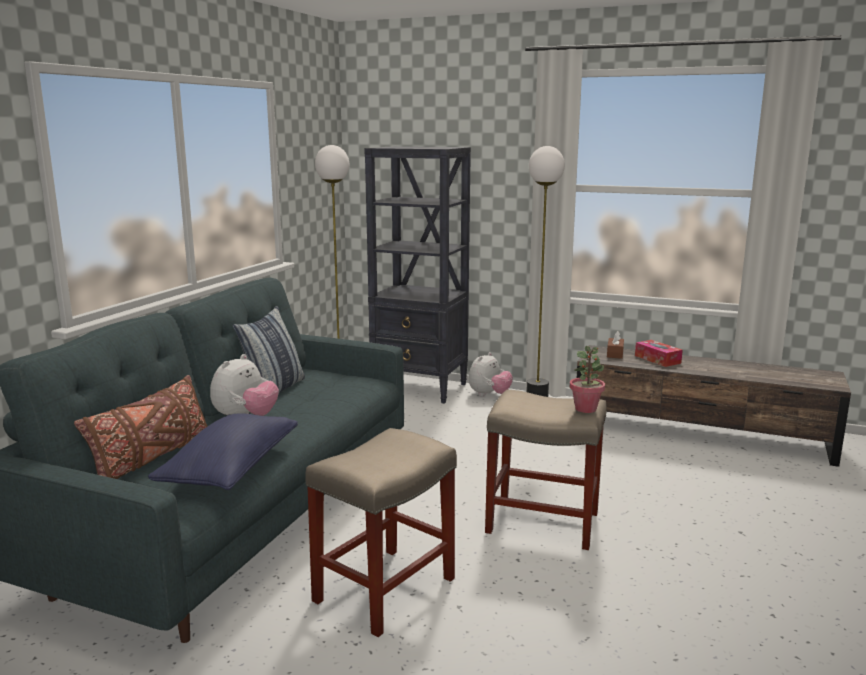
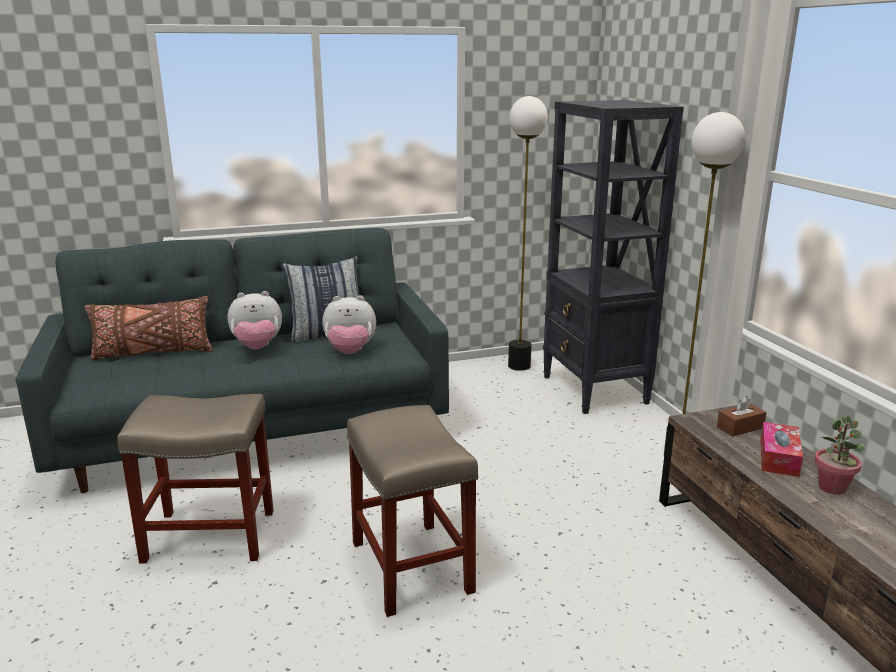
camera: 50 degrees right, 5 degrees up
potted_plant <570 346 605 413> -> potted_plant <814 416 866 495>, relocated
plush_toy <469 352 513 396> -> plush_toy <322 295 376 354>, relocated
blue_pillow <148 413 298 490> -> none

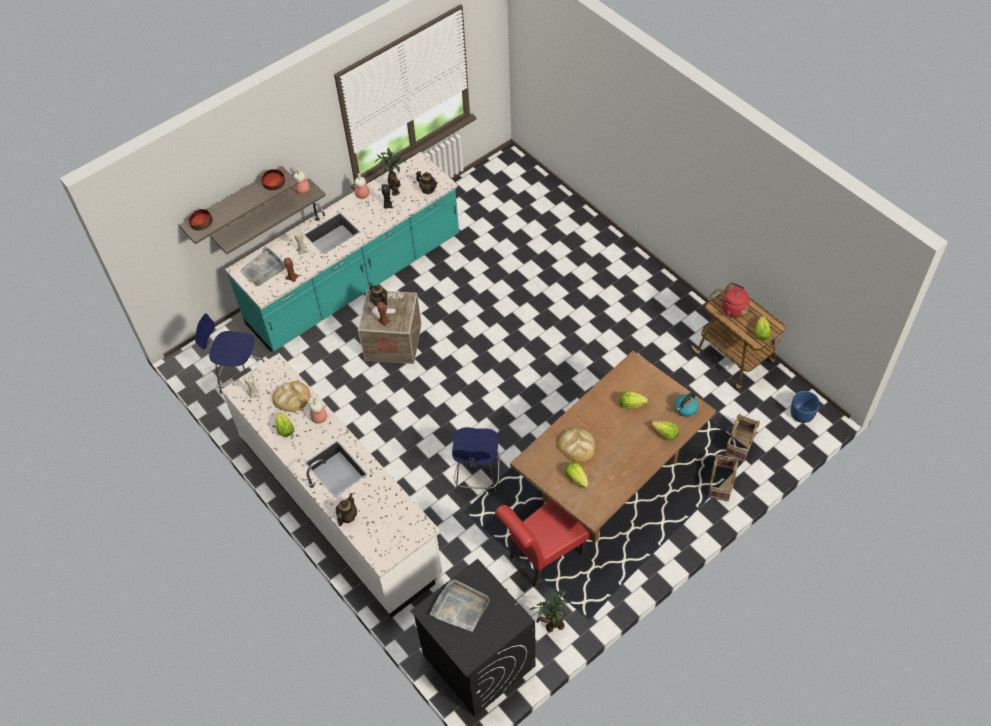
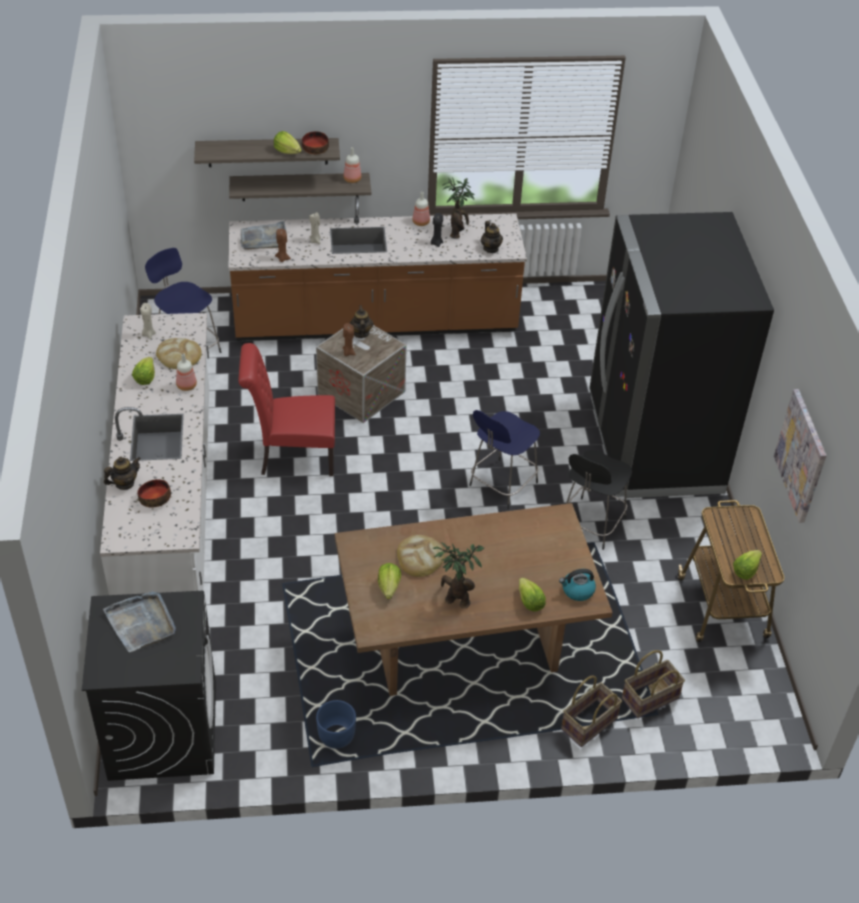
camera: 30 degrees right, 10 degrees down
turquoise_counter <225 152 459 352> -> brown_counter <229 196 527 341>
bowl <189 209 213 231> -> bowl <137 479 171 508>, relocated
red_kettle <719 283 750 318> -> none
lettuce <620 391 648 409> -> lettuce <274 131 302 154>, relocated
blue_planter <790 391 820 423> -> blue_planter <316 700 356 749>, relocated
blue_stool <452 427 500 495> -> blue_stool <469 410 540 510>, relocated
red_chair <495 500 589 588> -> red_chair <238 343 335 476>, relocated
potted_plant <529 589 569 633> -> potted_plant <432 542 484 609>, relocated
none -> black_fridge <589 212 774 498>
none -> picture <774 389 826 523>
none -> black_stool <566 450 632 550>

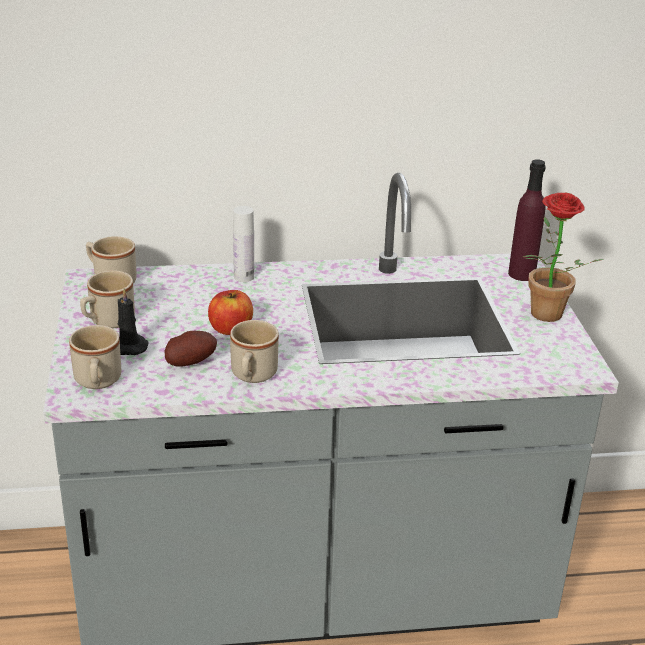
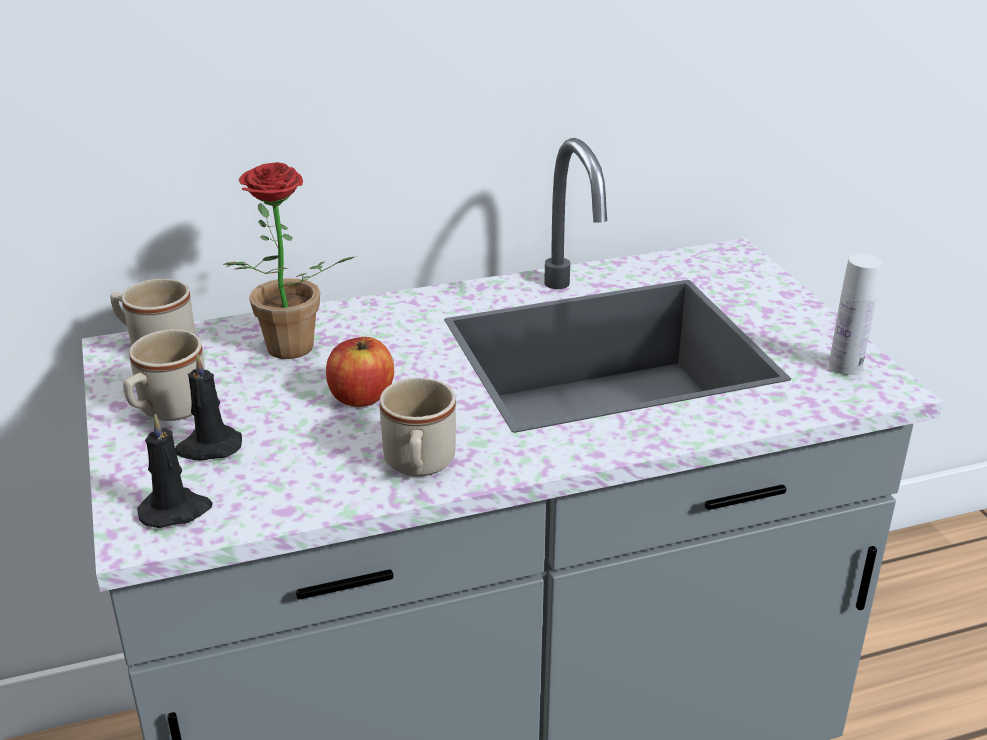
camera: 10 degrees left, 0 degrees up
purple_bottle <508 159 546 281> -> none
potted_plant <523 193 604 322> -> potted_plant <224 162 357 359>, relocated
white_bottle <233 206 254 282> -> white_bottle <829 254 882 375>, relocated
beige_mug <69 325 121 389> -> black_candle <137 414 213 528>
potato <165 331 217 367> -> none

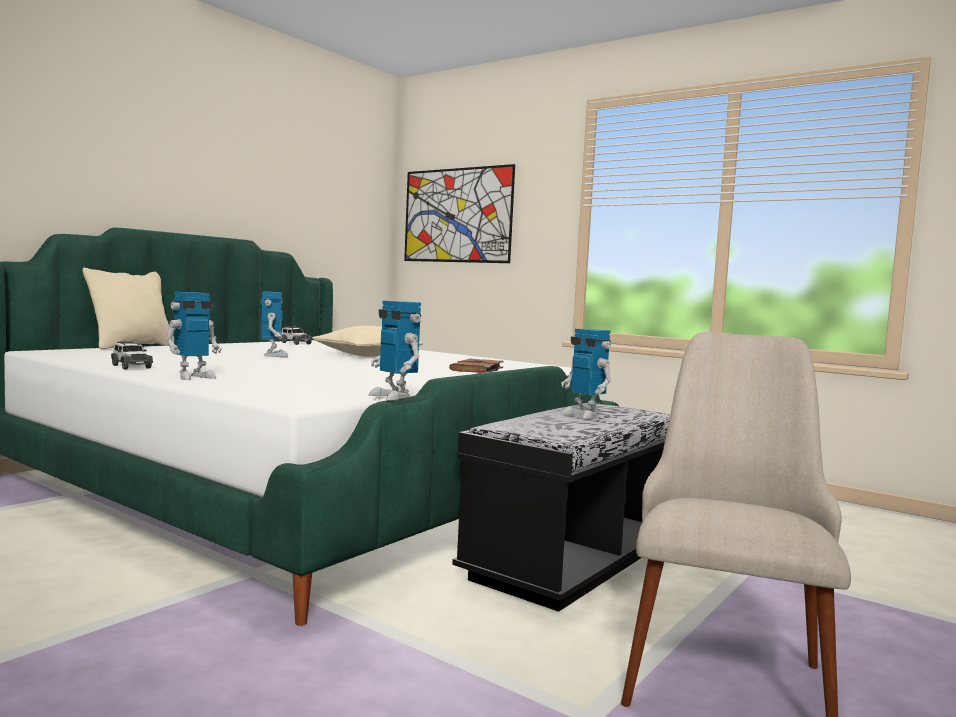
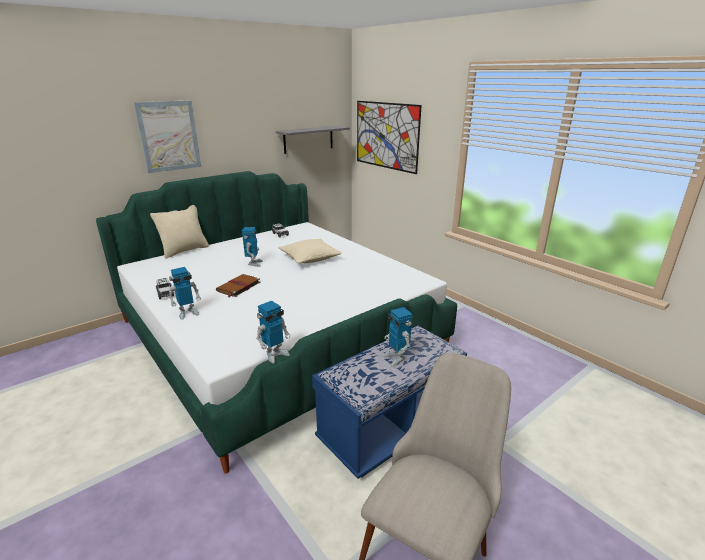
camera: 15 degrees right, 20 degrees up
toy_robot <368 301 421 400> -> toy_robot <256 301 291 364>, 105 degrees counterclockwise
brown_book <449 359 503 374> -> brown_book <216 274 260 297>, relocated
black_bench <452 403 670 612> -> blue_bench <312 325 467 479>
none -> picture <134 100 201 173>
none -> grey_shelf <275 126 350 154>

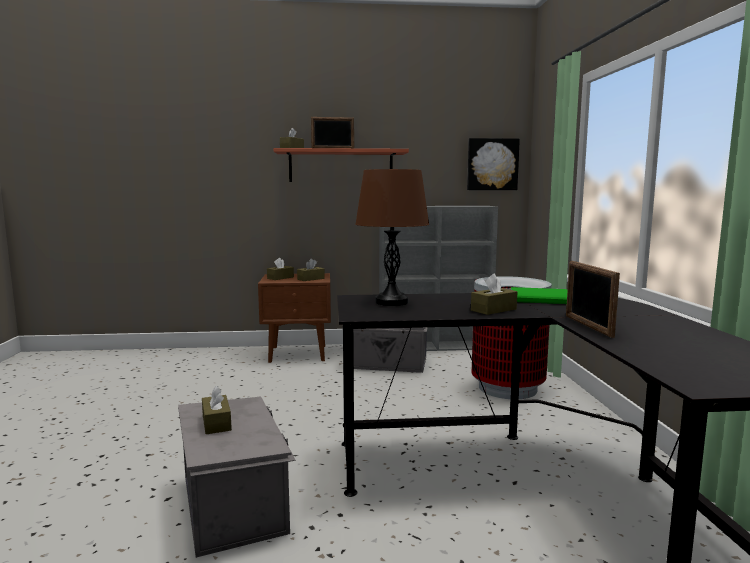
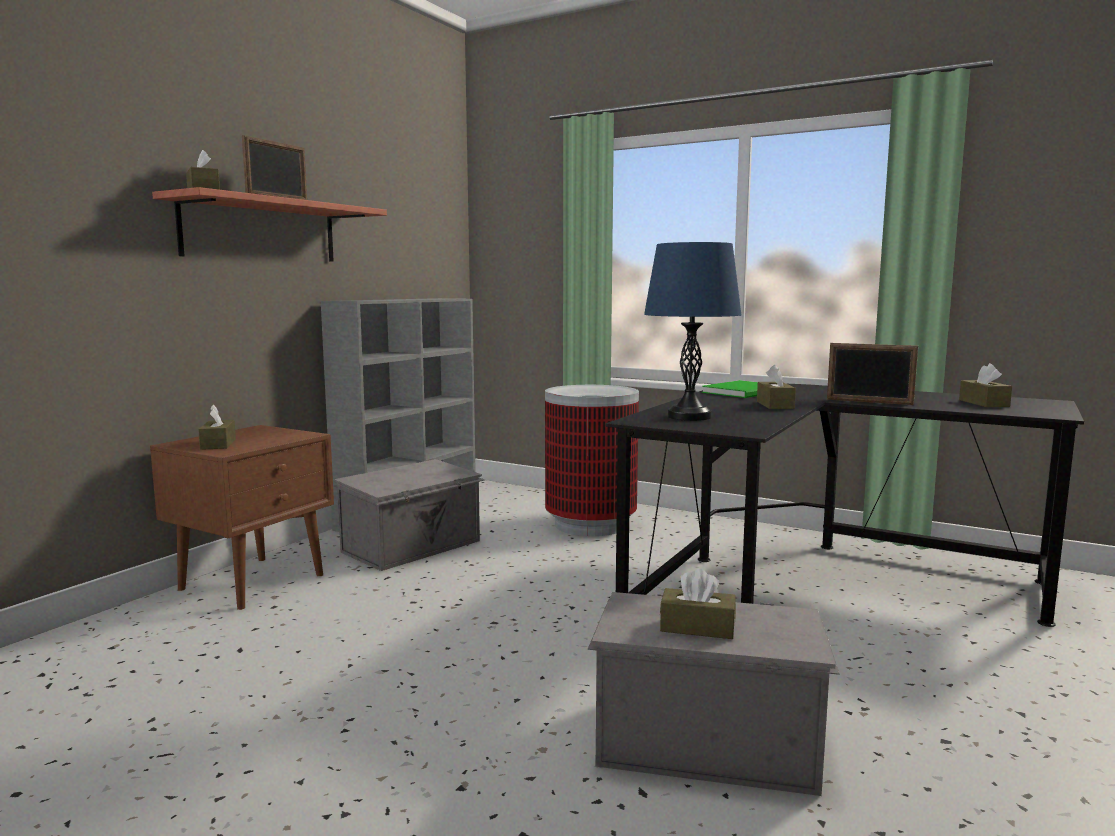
camera: 55 degrees left, 0 degrees up
picture <467 138 520 190> -> none
brown_table_lamp <355 169 429 306> -> blue_table_lamp <644 242 742 421>
brown_tissue_box <297 259 325 281> -> brown_tissue_box <959 363 1012 407>, relocated

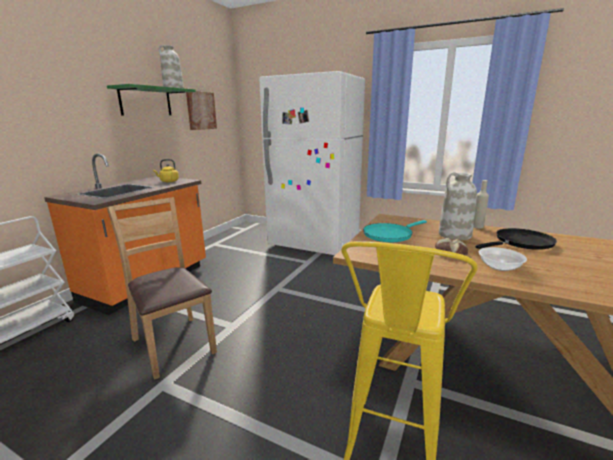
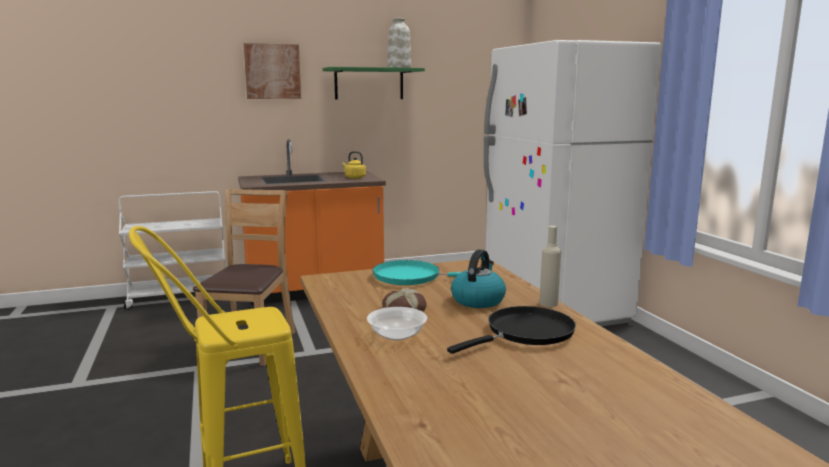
camera: 45 degrees right, 5 degrees down
picture <186 91 217 130> -> picture <244 43 301 99>, relocated
white_vase <439 172 477 240> -> kettle <451 249 506 308>
black_frying_pan <476 228 557 250> -> black_frying_pan <447 306 576 354>, 60 degrees counterclockwise

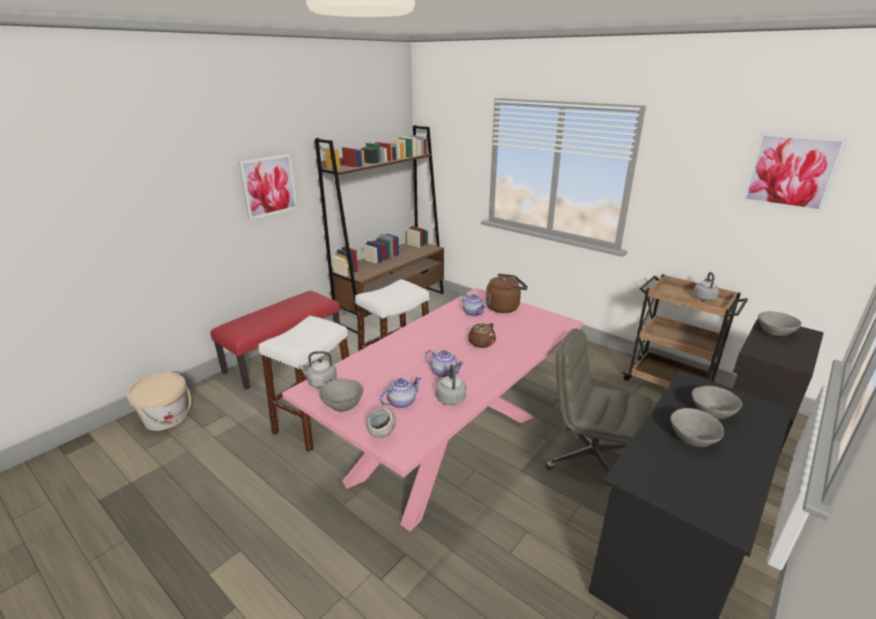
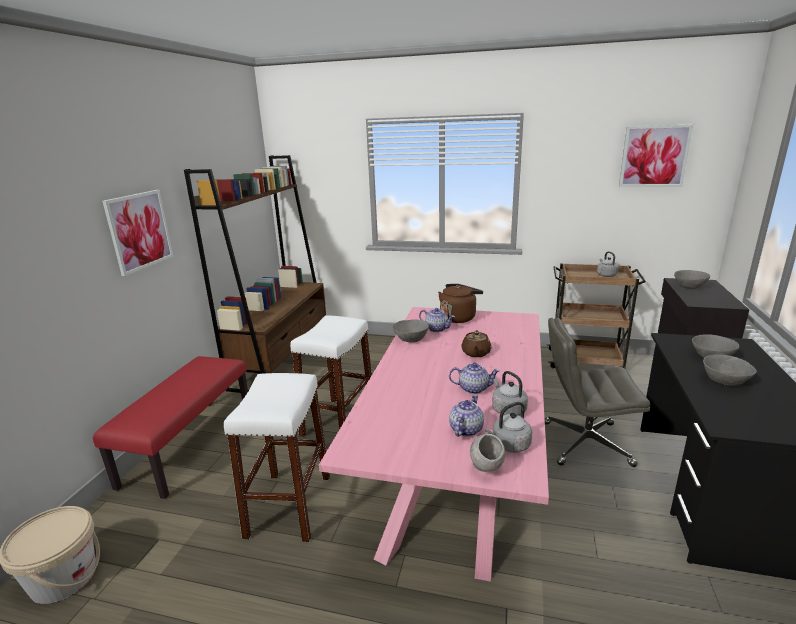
camera: 25 degrees left, 5 degrees down
grey_kettle <298 351 337 388> -> grey_kettle <485 402 532 453>, relocated
grey_bowl <319 379 364 412> -> grey_bowl <392 319 429 343>, relocated

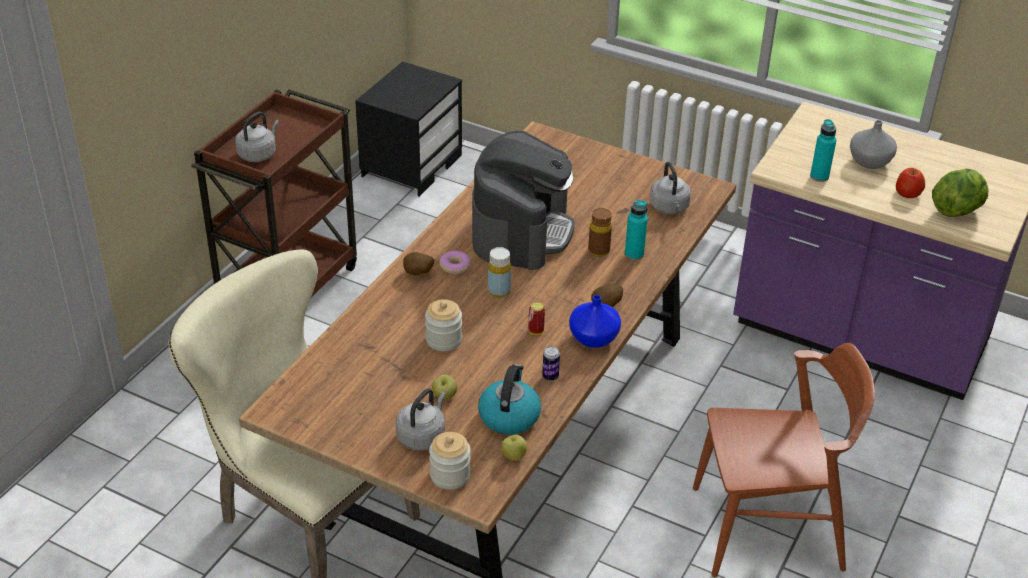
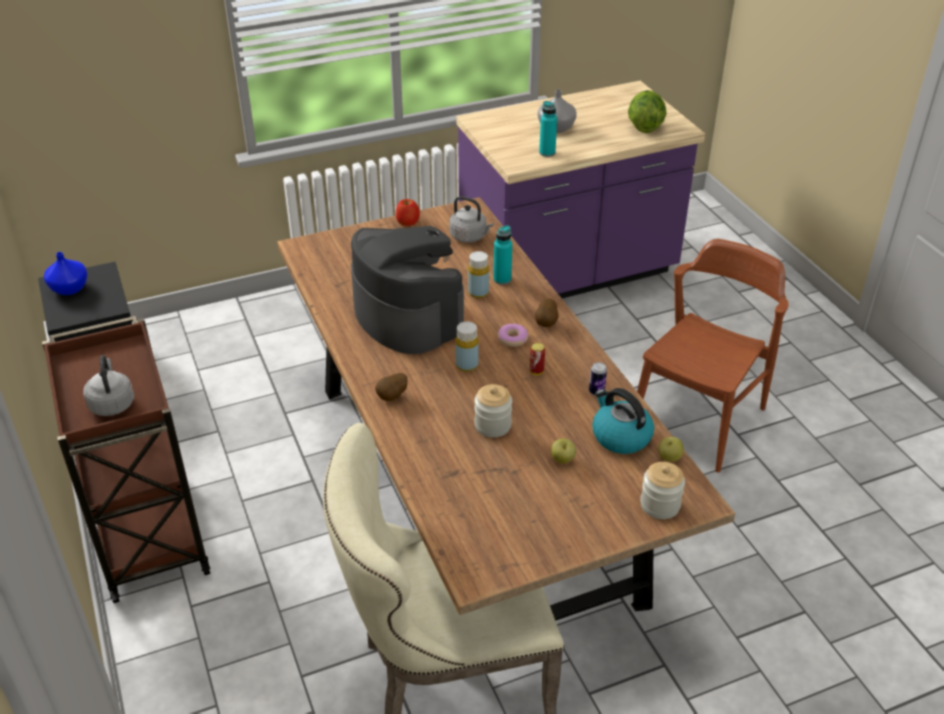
camera: 50 degrees left, 0 degrees up
apple <896 168 925 198> -> apple <396 199 420 226>, relocated
brown_bottle <588 208 612 257> -> yellow_bottle <468 251 489 298>
donut <440 251 471 274> -> donut <498 324 528 347>, relocated
blue_vase <569 295 621 348> -> blue_vase <44 252 87 295>, relocated
grey_kettle <396 389 446 450> -> none

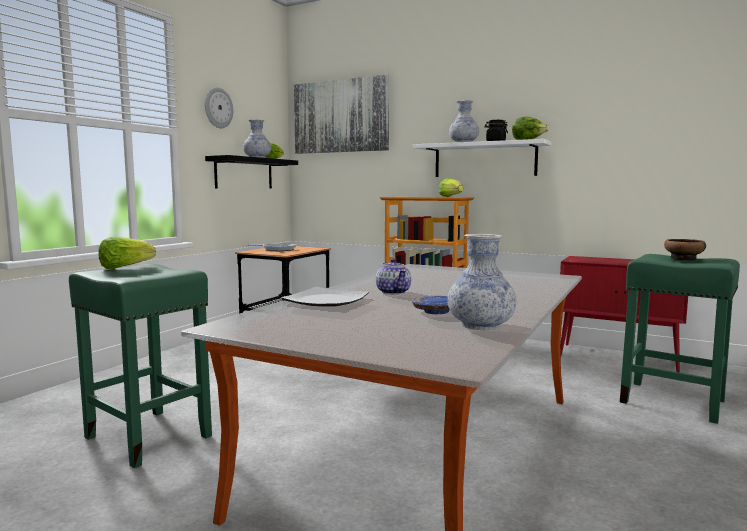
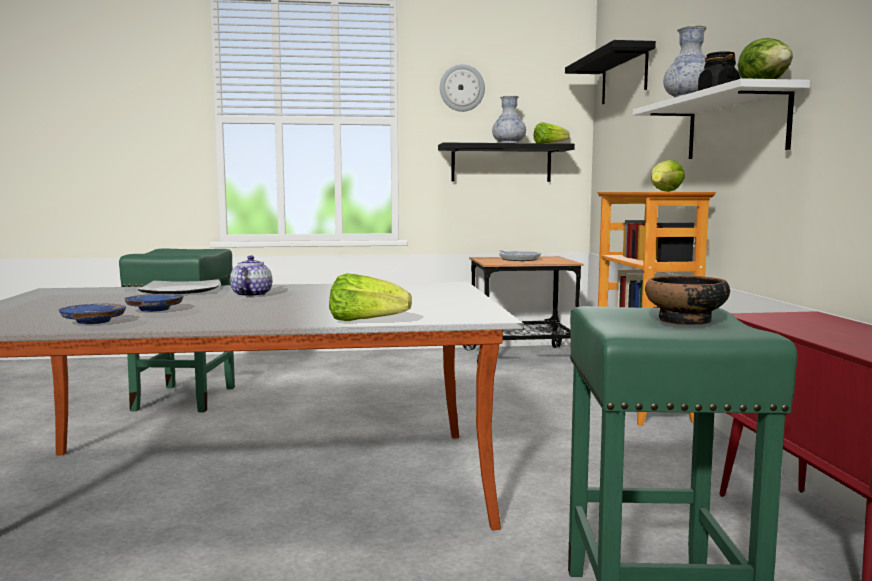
camera: 55 degrees right, 0 degrees up
picture <294 75 389 154> -> black_shelf <565 40 656 104>
vase <448 234 517 330> -> blue_plate <59 304 126 324>
lettuce <98 237 156 269> -> lettuce <329 273 412 321>, relocated
teapot <376 258 411 295> -> teapot <230 255 272 297>, 150 degrees clockwise

